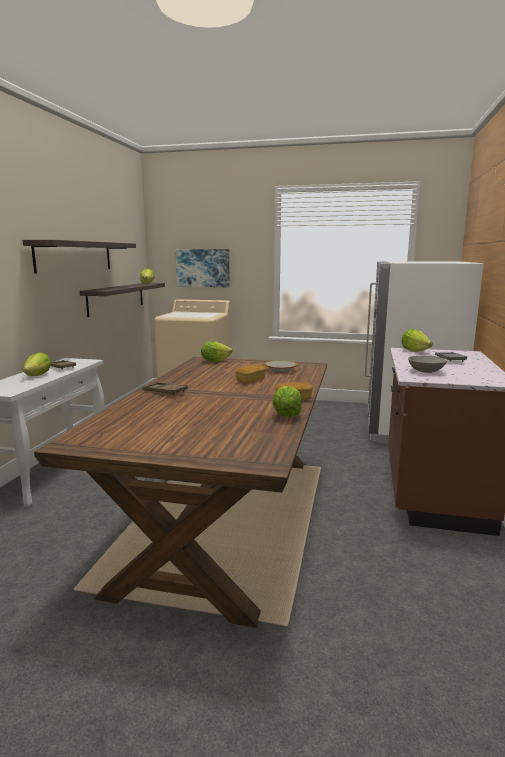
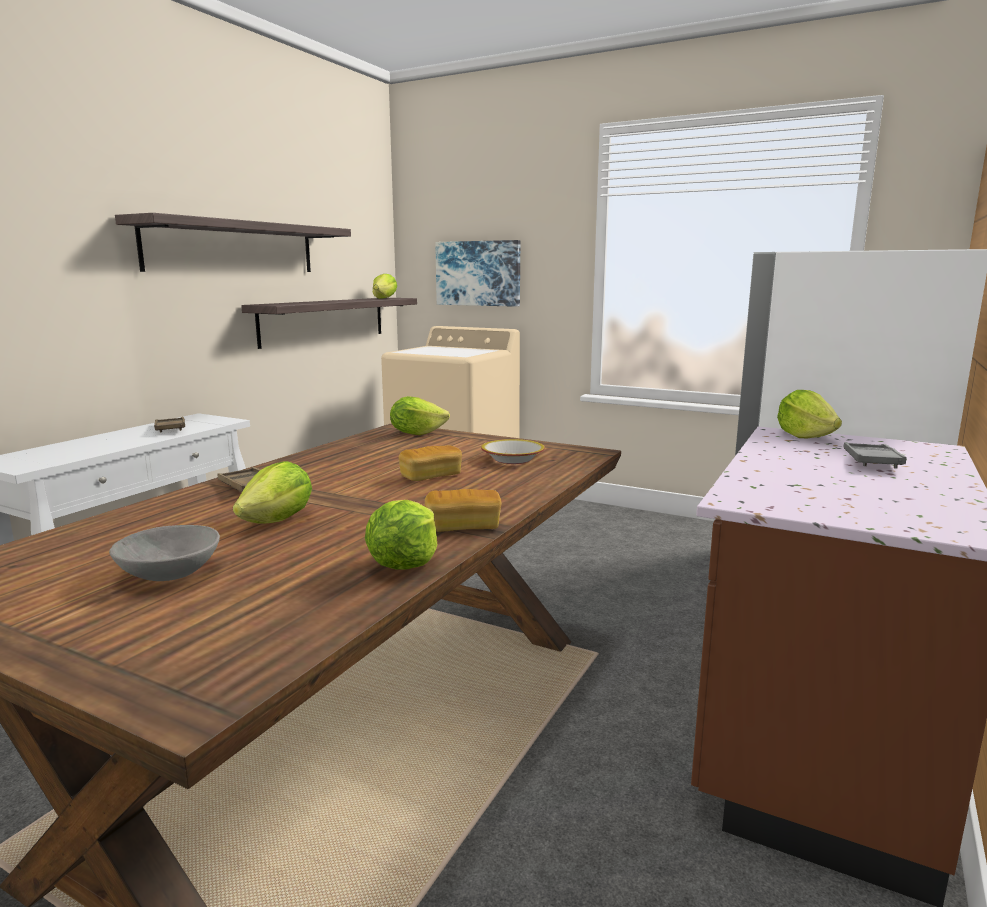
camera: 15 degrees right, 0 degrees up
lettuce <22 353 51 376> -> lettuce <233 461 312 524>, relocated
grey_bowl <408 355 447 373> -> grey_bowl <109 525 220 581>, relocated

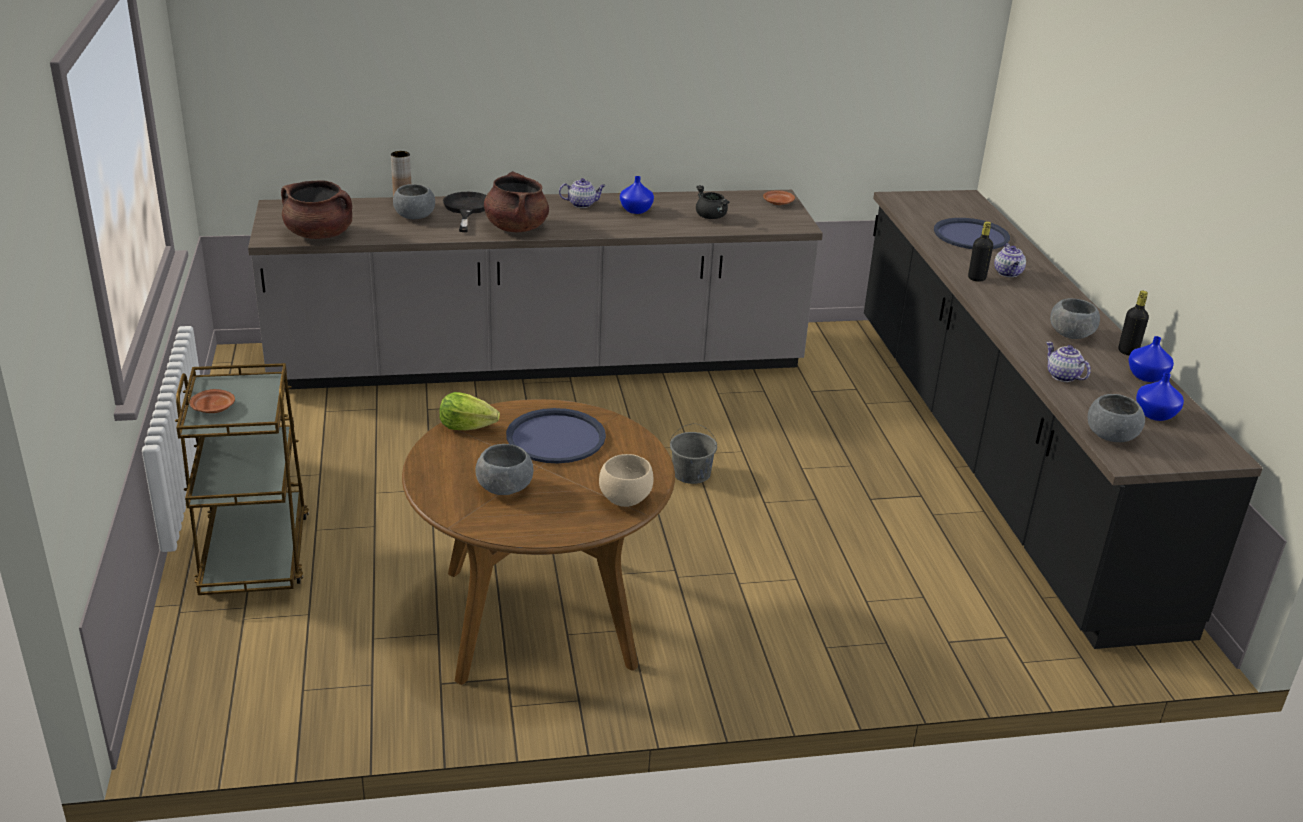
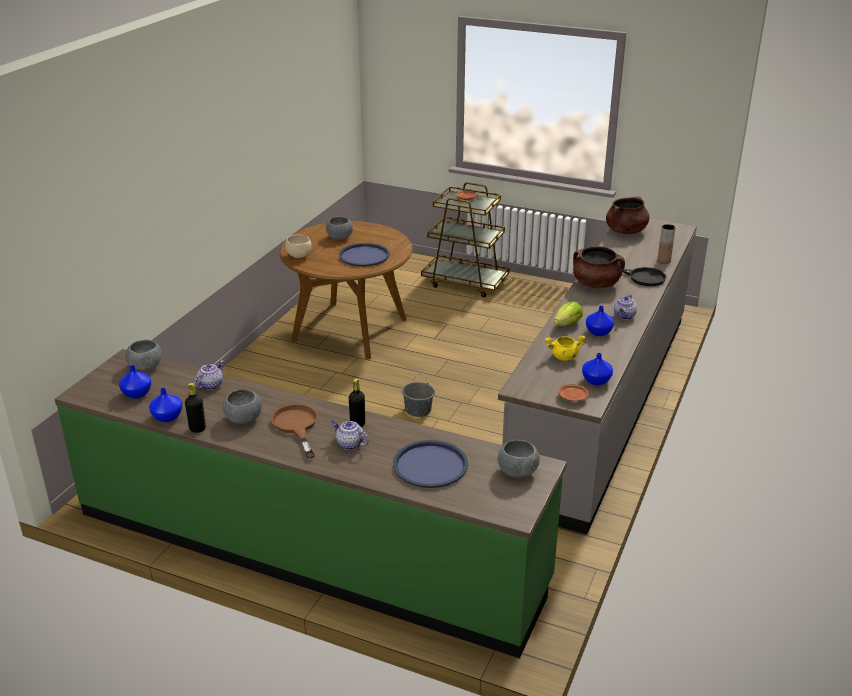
camera: 125 degrees right, 0 degrees up
grey_bowl <393 184 435 219> -> grey_bowl <498 440 540 478>, relocated
black_cooking_pot <696 185 730 219> -> yellow_cooking_pot <545 336 585 361>
black_counter <864 190 1263 649> -> green_counter <55 349 567 658>
teapot <1046 342 1091 382> -> teapot <194 360 224 390>, 60 degrees counterclockwise
lettuce <439 392 500 430> -> lettuce <554 301 583 326>, relocated
none -> blue_vase <582 353 613 385>
none -> brown_frying_pan <271 404 317 459>

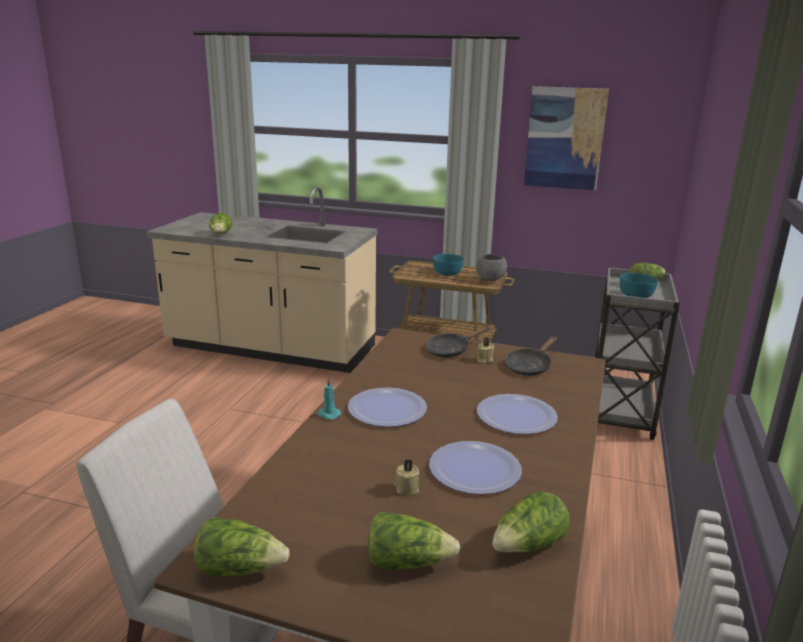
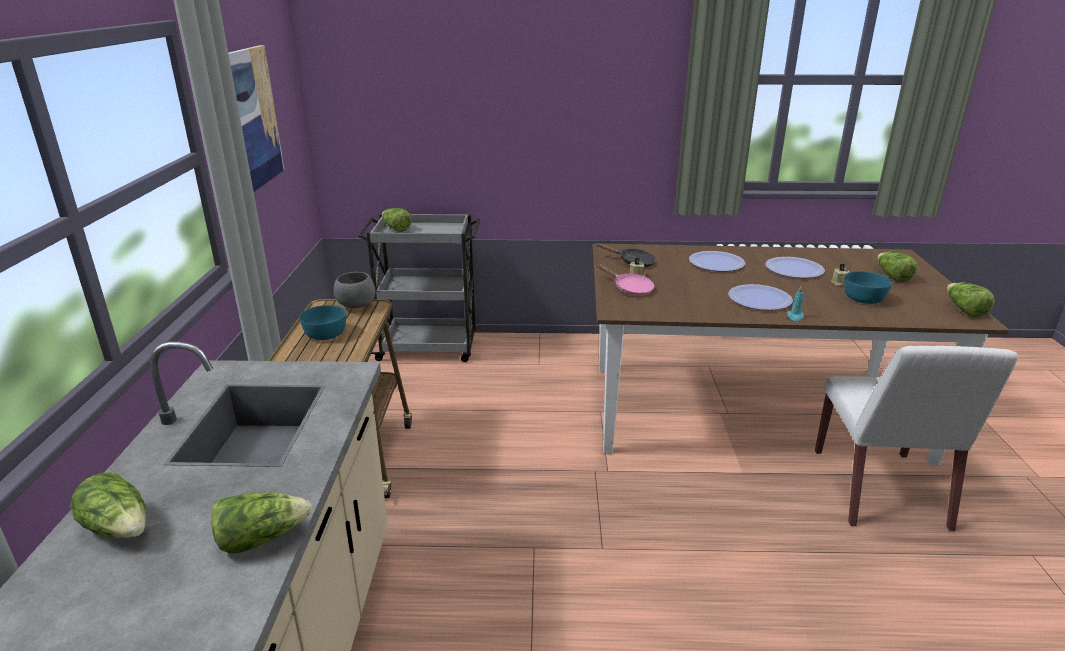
camera: 105 degrees left, 5 degrees up
turquoise_bowl <620 273 658 298> -> turquoise_bowl <845 271 892 304>, relocated
black_frying_pan <426 326 490 358> -> pink_frying_pan <596 264 654 296>
lettuce <492 491 570 552> -> lettuce <70 472 146 538>, relocated

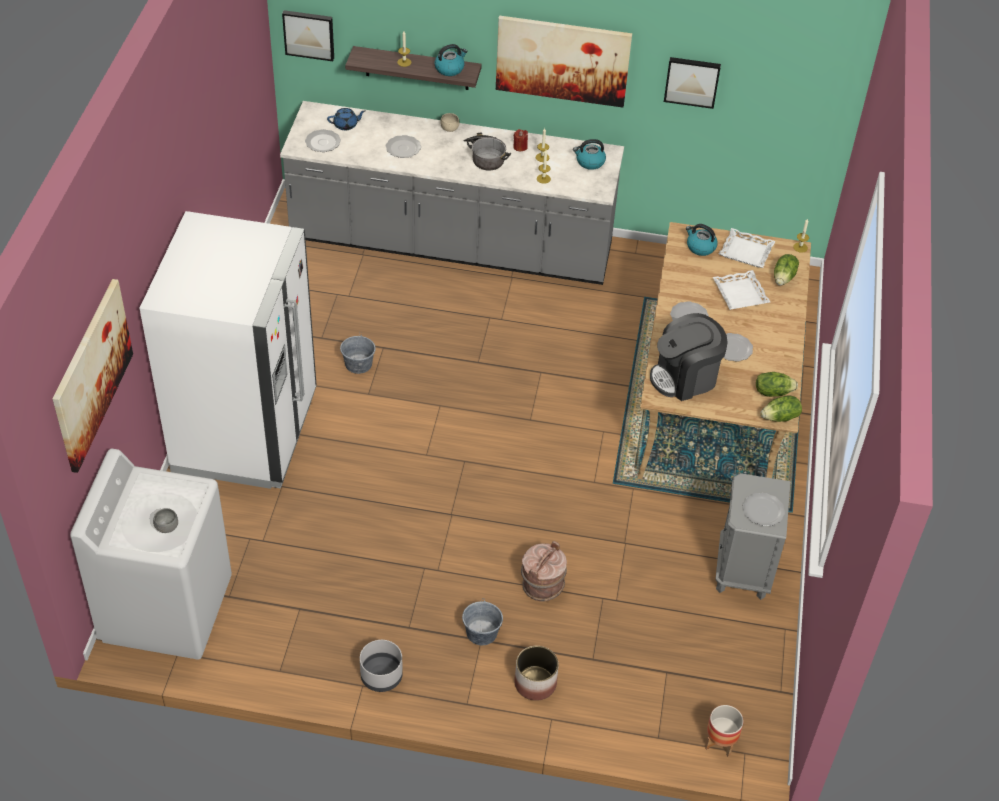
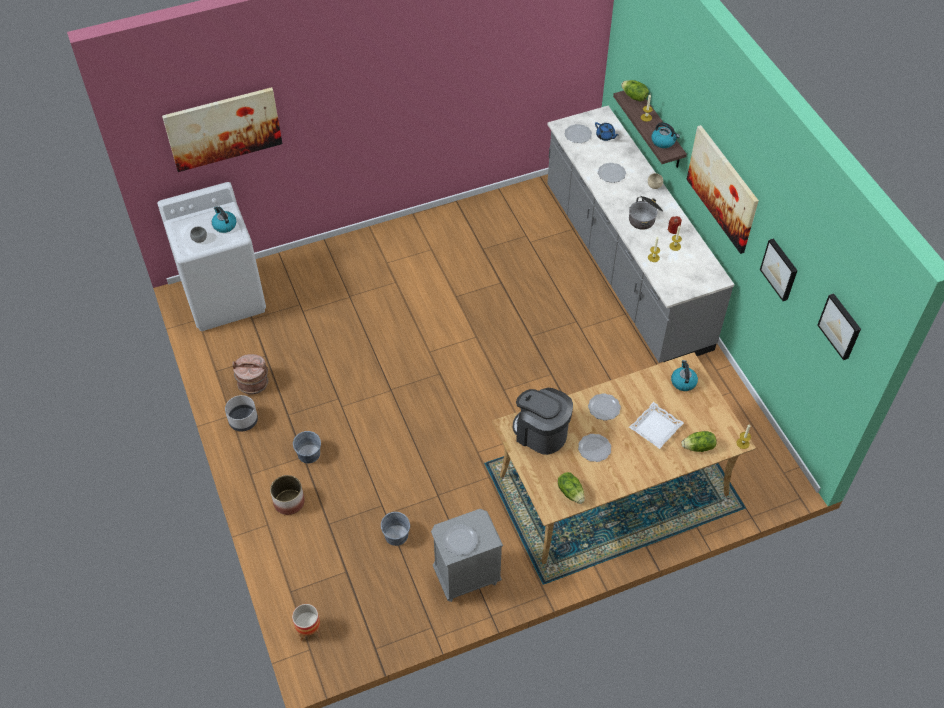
camera: 60 degrees right, 5 degrees up
picture <282 10 334 61> -> picture <818 293 861 360>, relocated
kettle <573 139 606 170> -> kettle <212 206 236 233>, relocated
white_fridge <140 211 317 489> -> none
white_tray <719 228 775 268> -> none
grey_bucket <340 333 376 374> -> grey_bucket <381 512 410 546>, relocated
lettuce <761 395 802 422> -> lettuce <621 80 649 101>, relocated
brown_bucket <521 541 567 602> -> brown_bucket <232 354 268 395>, relocated

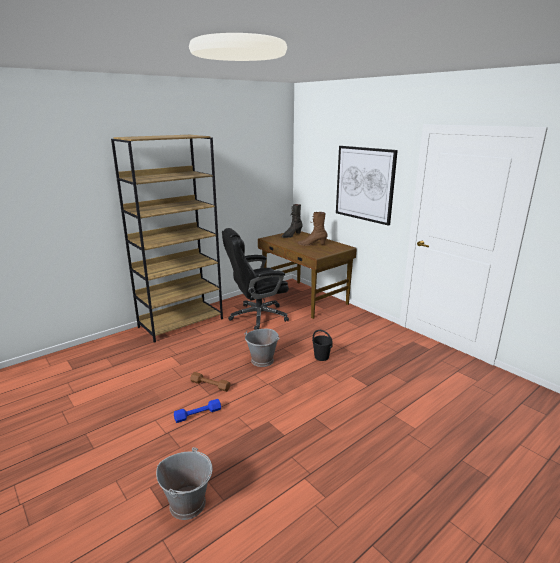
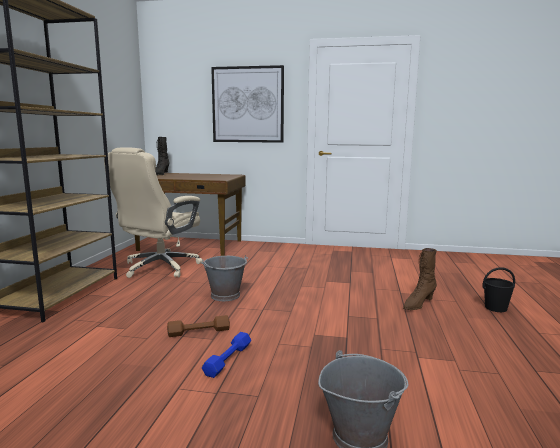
camera: 40 degrees left, 10 degrees down
brown_boot <297 212 328 246> -> brown_boot <403 248 437 310>, relocated
black_office_chair <222 228 289 330> -> beige_office_chair <104 147 203 278>
black_bucket <312 330 333 361> -> black_bucket <482 267 515 312>, relocated

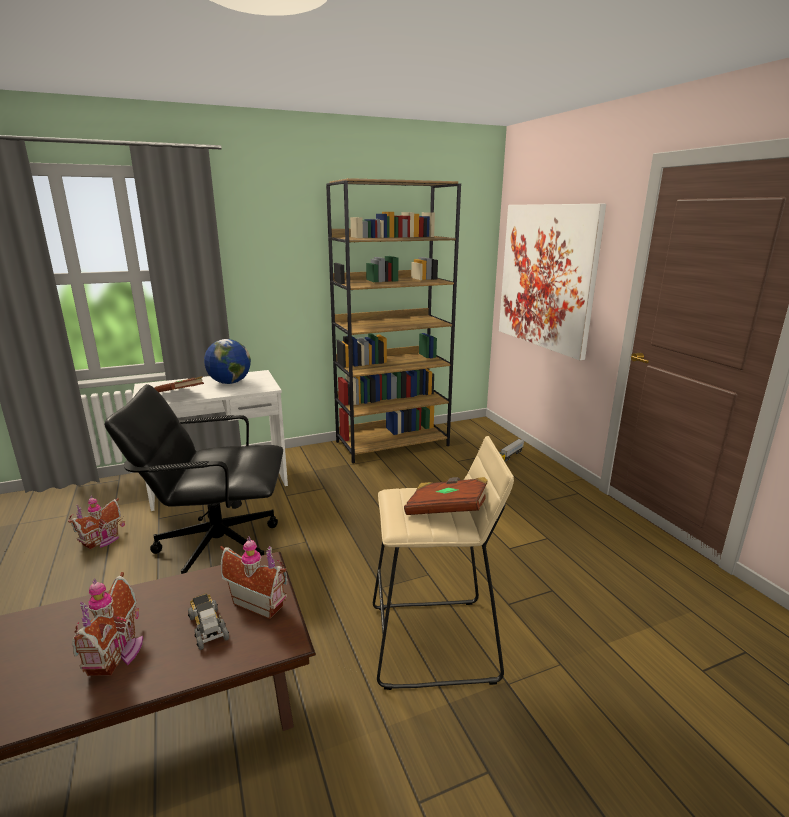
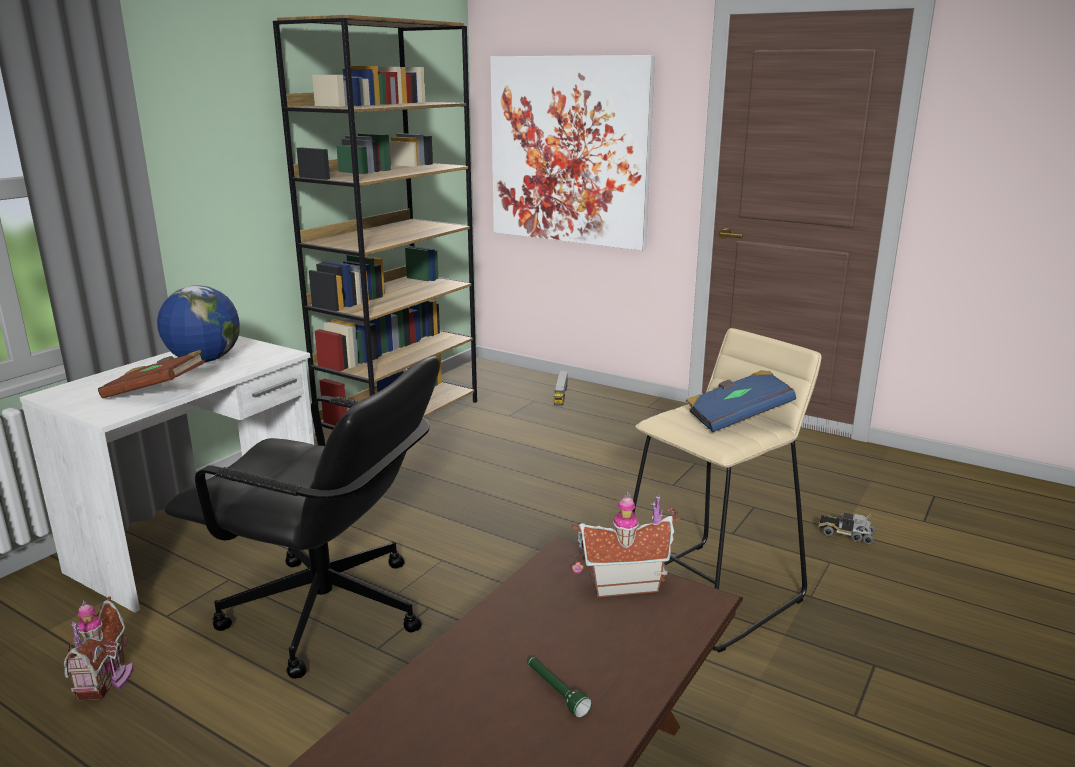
camera: 35 degrees left, 0 degrees up
black_office_chair <104 384 283 574> -> black_office_chair <164 356 440 679>, 120 degrees counterclockwise
brown_book <404 477 487 515> -> blue_book <686 370 796 432>
toy_house <72 572 143 676> -> green_flashlight <527 656 592 718>
toy_truck <188 593 229 650> -> toy_truck <818 513 875 545>, relocated

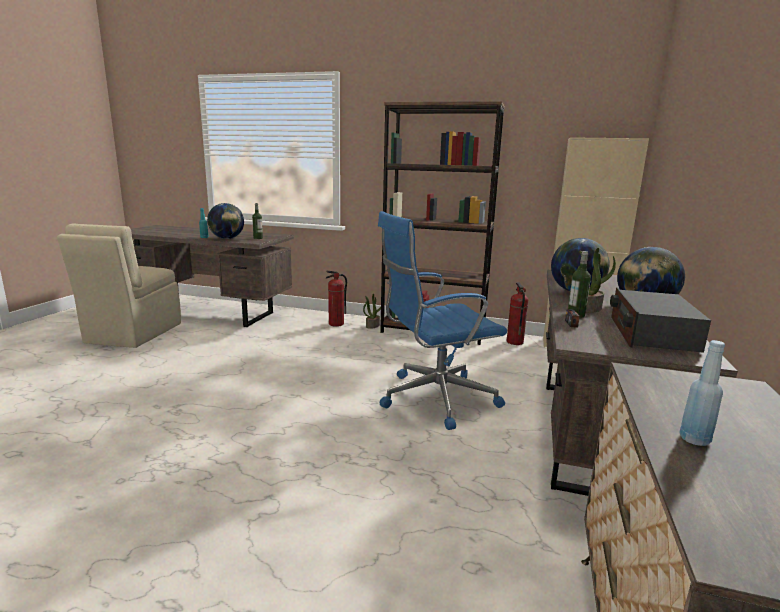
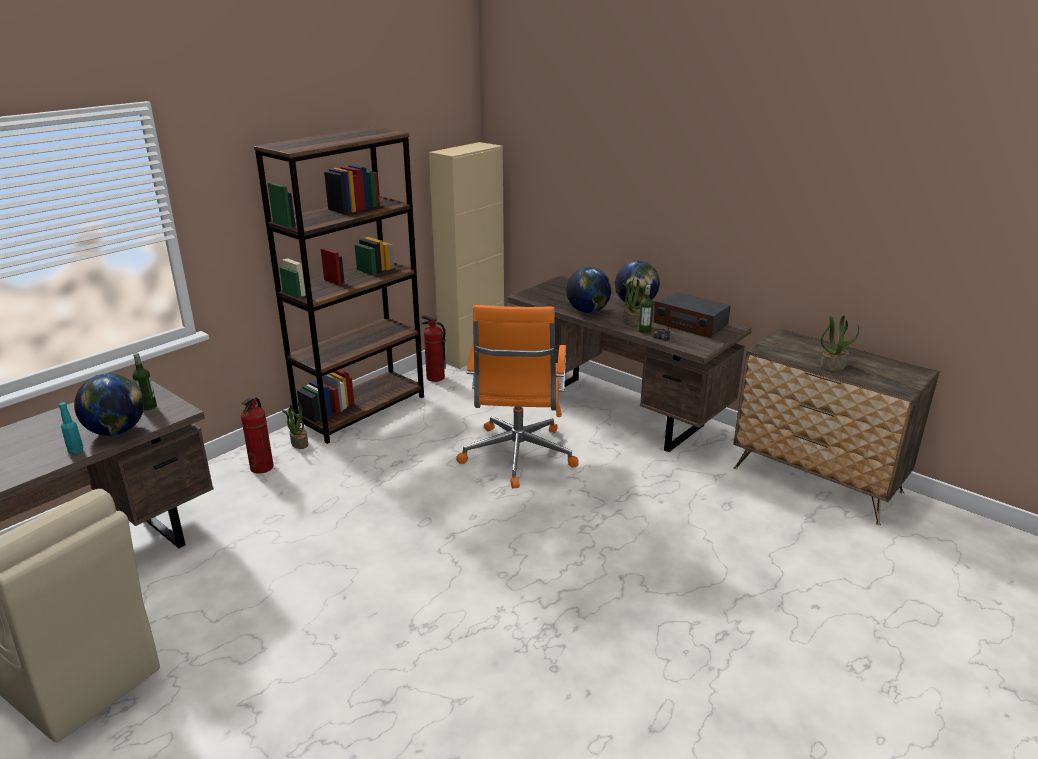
camera: 65 degrees left, 10 degrees up
blue_office_chair <378 211 507 430> -> orange_office_chair <456 305 579 489>
blue_bottle <679 340 725 446> -> potted_plant <820 315 859 371>

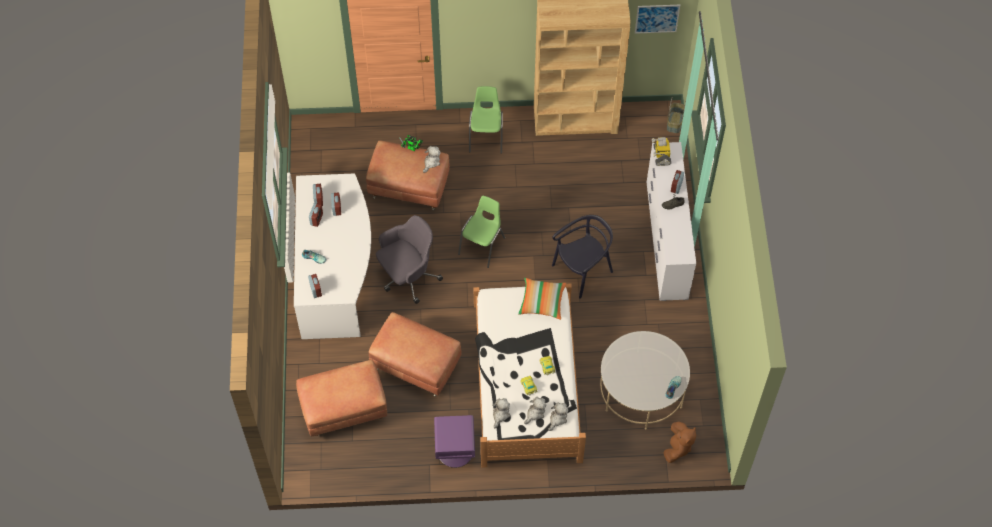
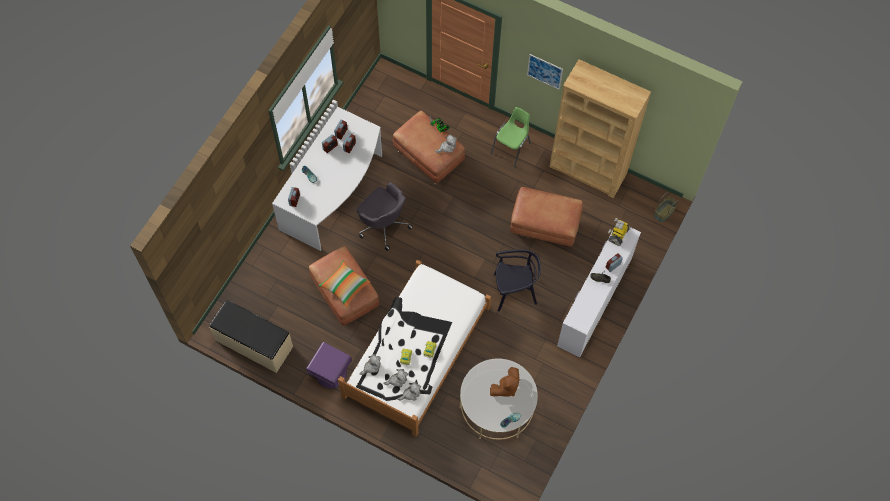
camera: 30 degrees right, 5 degrees up
picture <635 5 680 34> -> picture <527 54 563 90>, relocated
green_chair <458 195 505 268> -> none
grey_office_chair <376 215 443 304> -> grey_office_chair <356 182 413 251>, 45 degrees clockwise
pillow <518 278 566 320> -> pillow <319 261 370 307>, relocated
brown_ottoman <296 360 387 437> -> brown_ottoman <510 187 583 247>, relocated
brown_plush_toy <663 421 696 463> -> brown_plush_toy <490 367 520 397>, relocated
none -> beige_bench <209 300 293 373>

